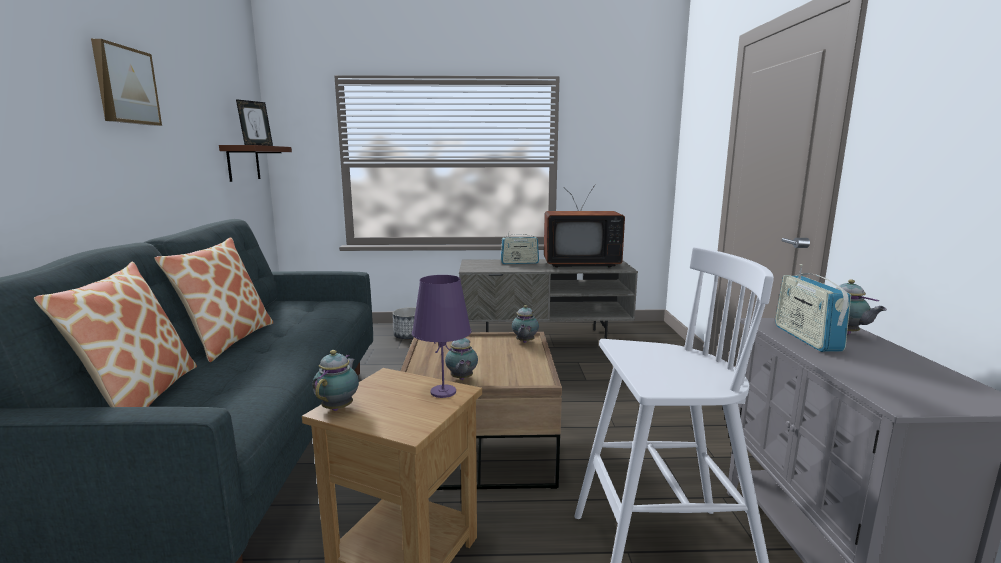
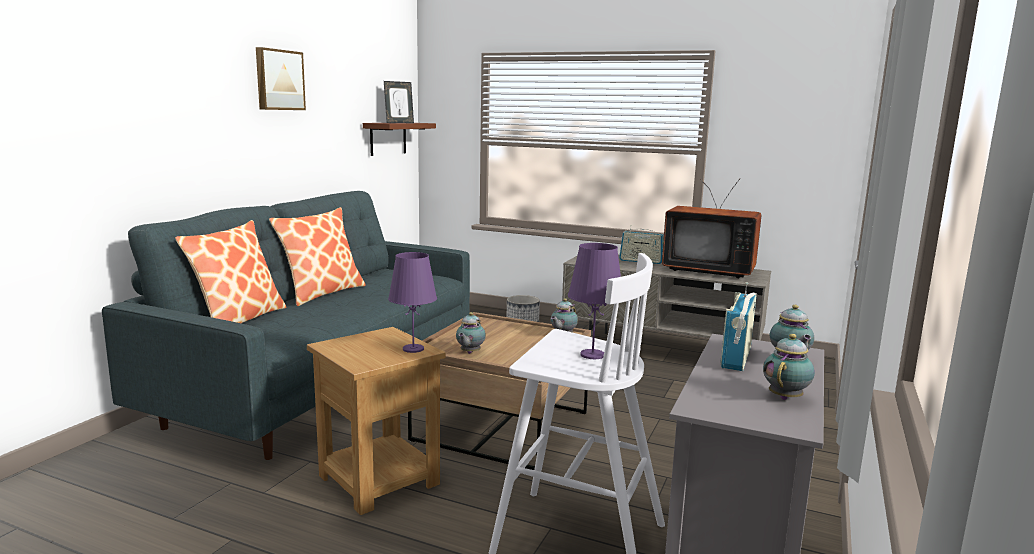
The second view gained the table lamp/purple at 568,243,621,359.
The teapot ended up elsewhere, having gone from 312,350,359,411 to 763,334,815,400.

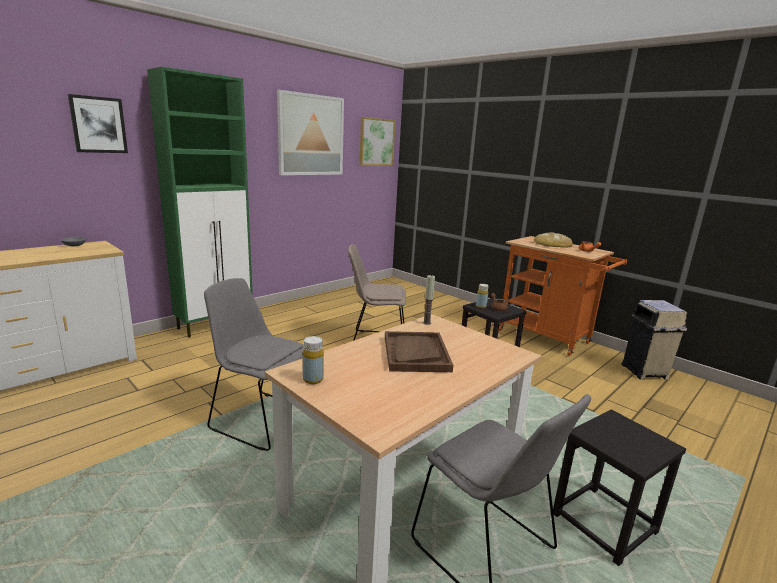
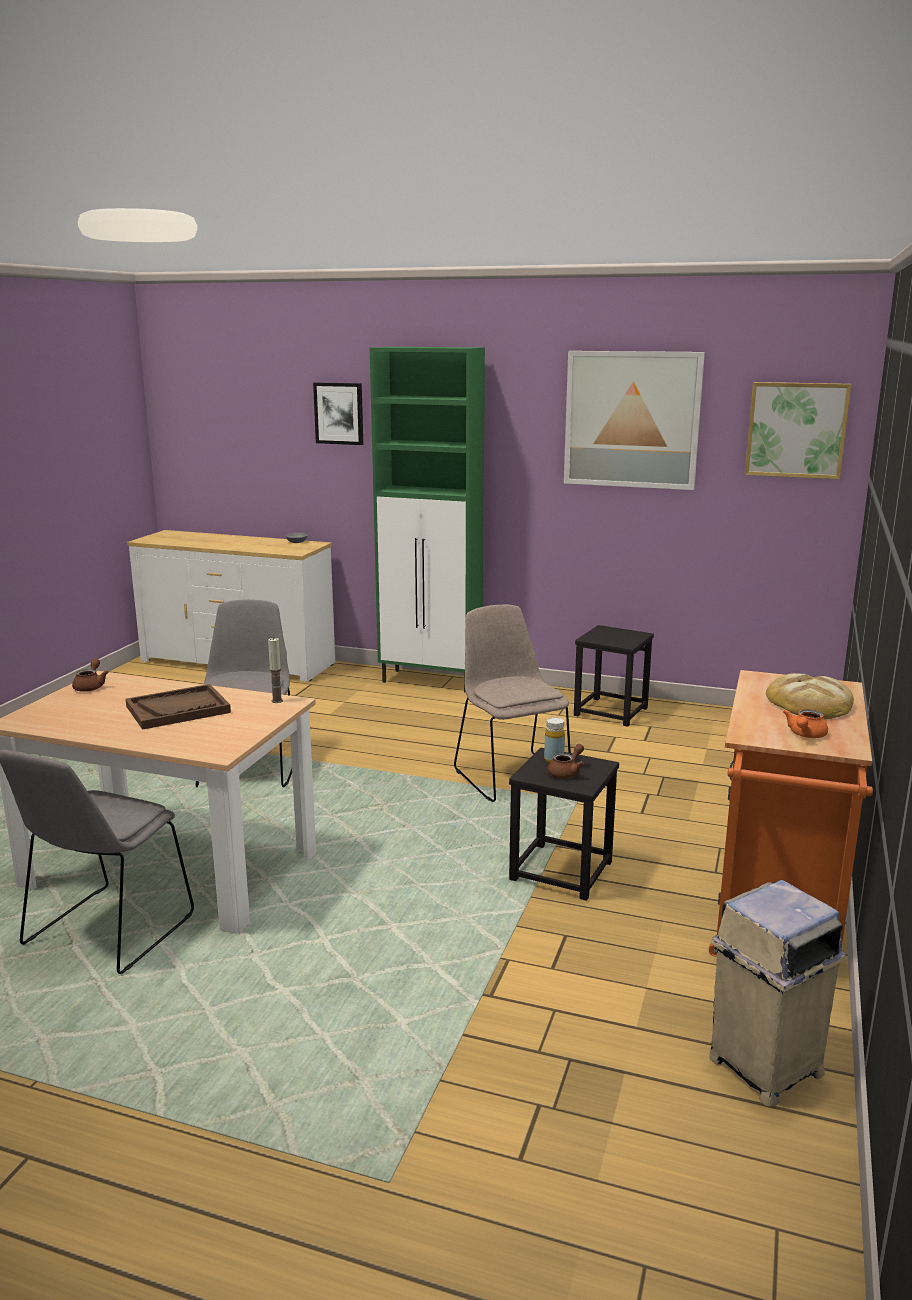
Where the bottle/yellow stood at 303,336,324,384, the teapot/brown came to stand at 72,658,108,692.
The stool/black ended up elsewhere, having gone from 553,409,686,566 to 574,625,654,727.

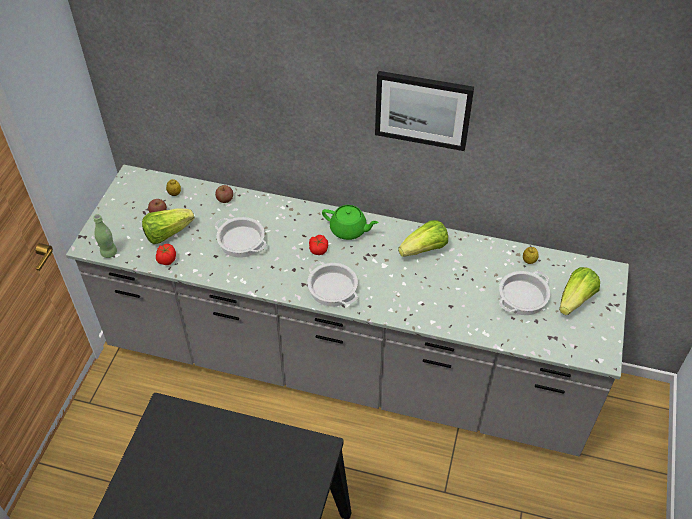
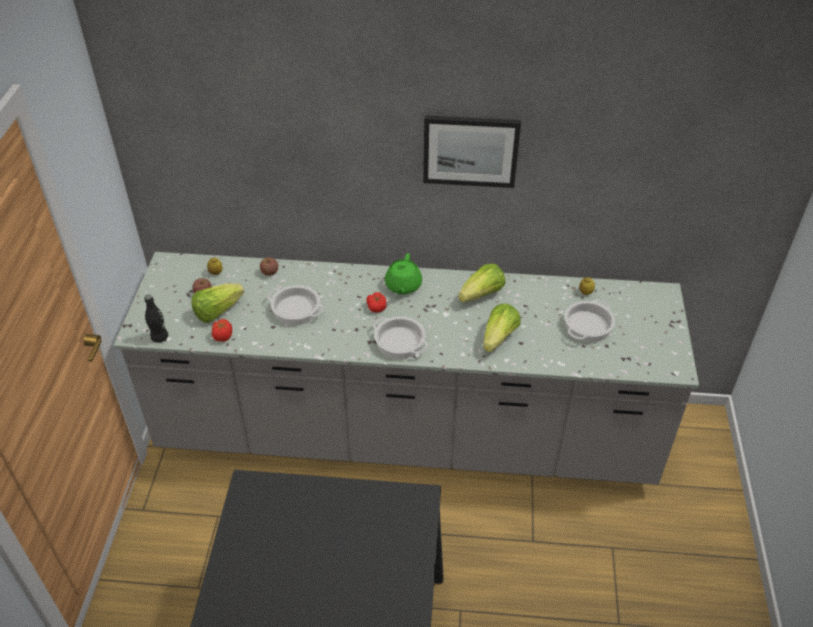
What was the bottle/green at 93,214,117,258 turned into the bottle/black at 144,295,168,343.
The teapot/green at 322,205,379,240 ended up facing another way, 90 degrees clockwise from before.
The lettuce ended up elsewhere, having gone from 559,267,600,315 to 483,304,521,352.

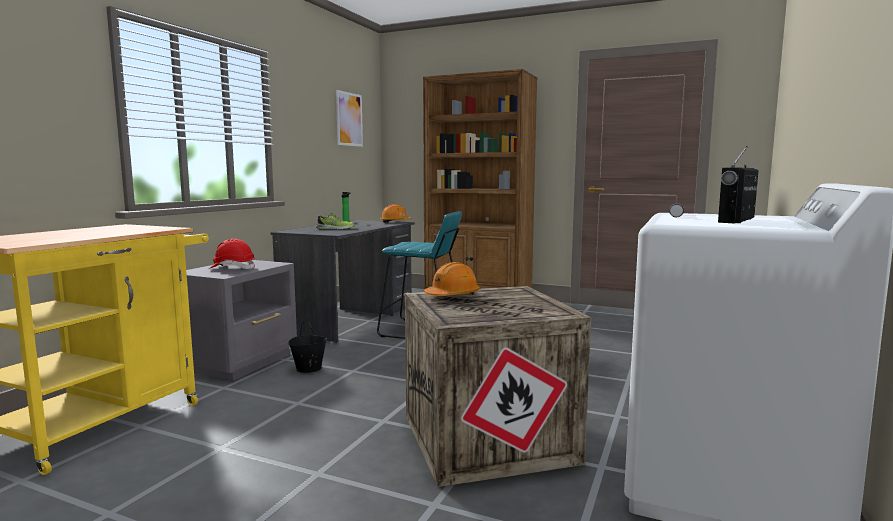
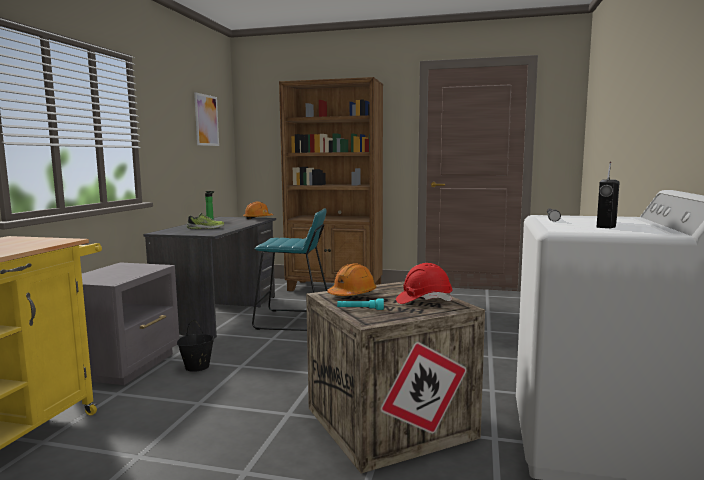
The second view gained the flashlight/turquoise at 337,298,384,310.
The hard hat/red ended up elsewhere, having gone from 209,239,256,269 to 396,263,453,304.

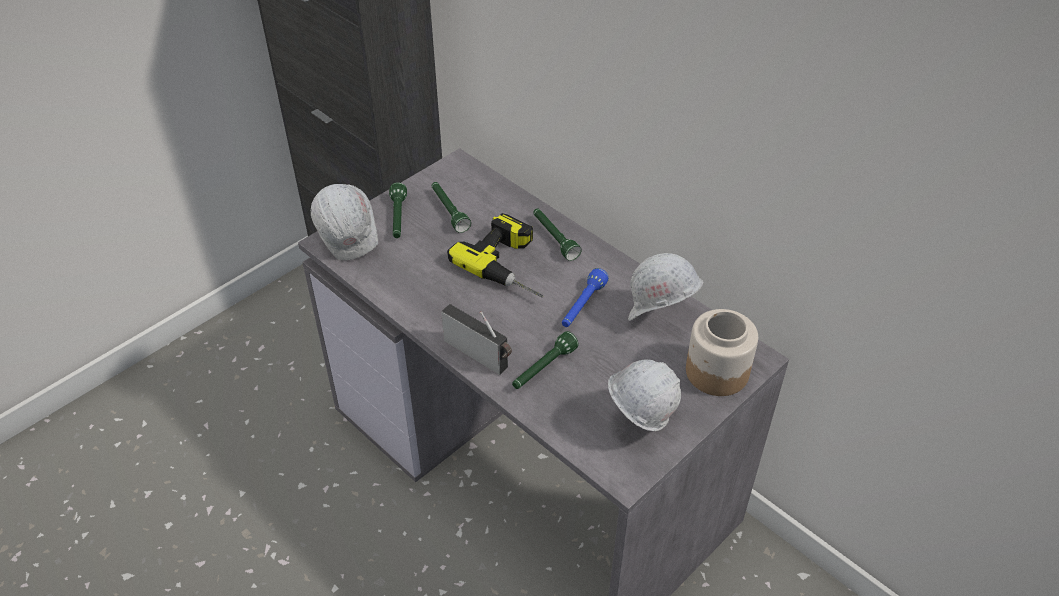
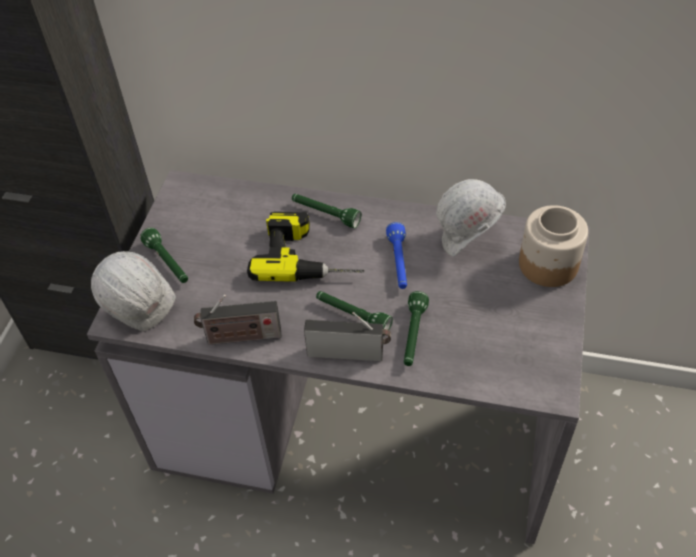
The second view gained the radio at 194,295,281,345.
The flashlight/green ended up elsewhere, having gone from 432,182,471,233 to 316,291,393,330.
The second view lost the hard hat/white at 608,360,681,431.

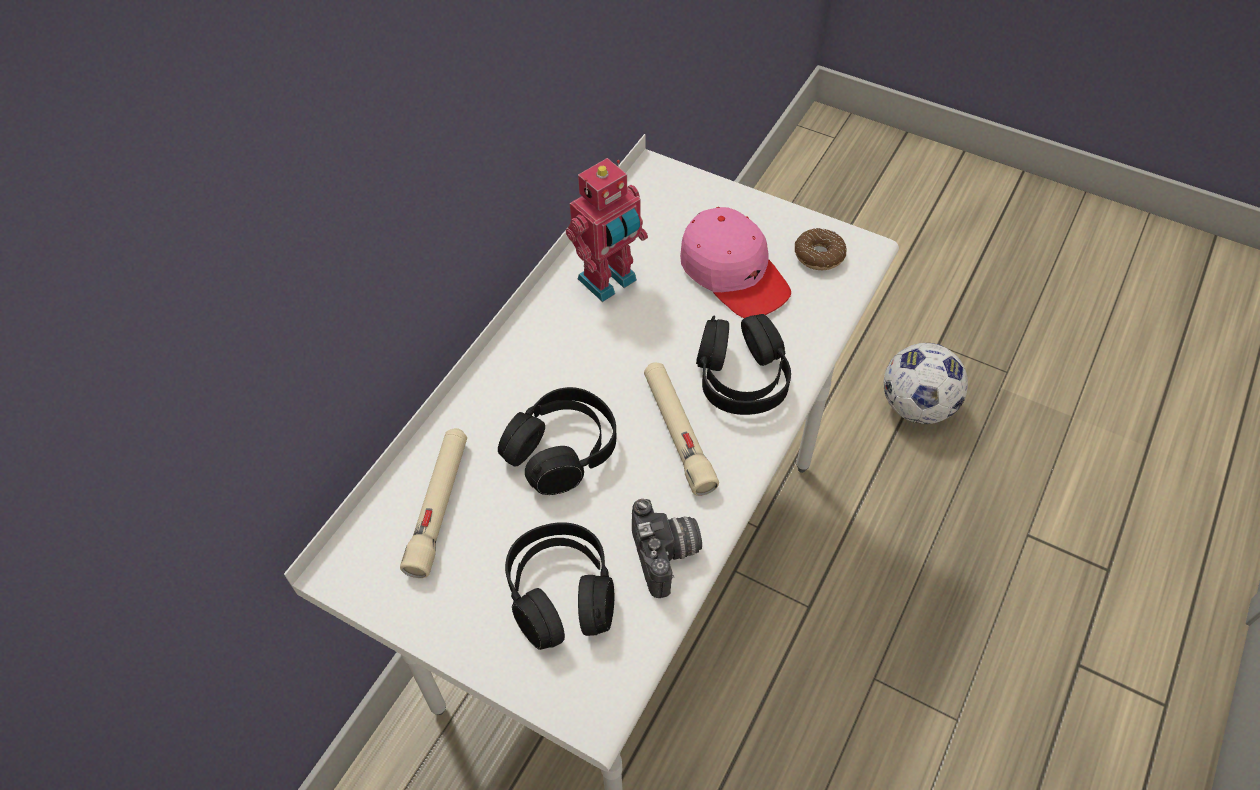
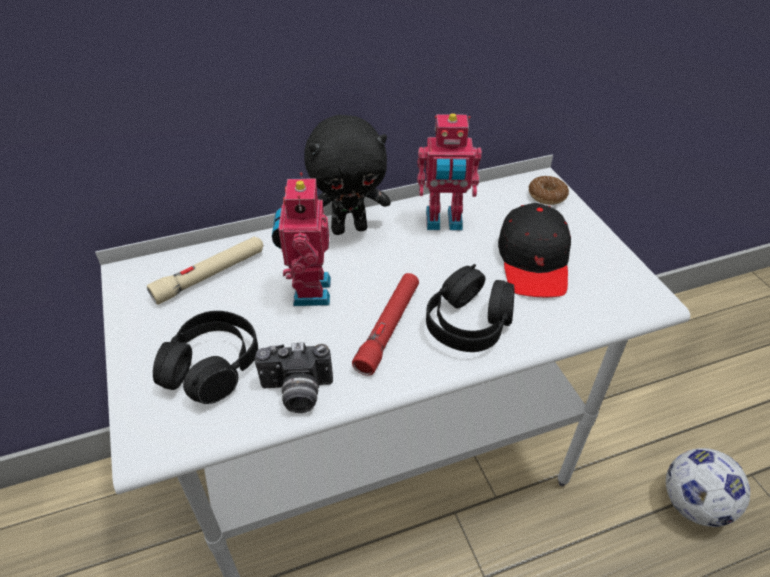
The photo camera at 632,499,702,598 ended up facing another way, 60 degrees clockwise from before.
Where the headphones/black stood at 498,387,616,495, the toy robot came to stand at 272,172,331,306.
The second view gained the plush toy/black at 304,115,391,235.
What was the flashlight/beige at 644,362,719,496 turned into the flashlight/red at 352,273,419,376.
What was the cap/pink at 680,207,791,318 turned into the cap/black at 498,203,571,297.
The donut ended up elsewhere, having gone from 795,228,846,270 to 528,176,569,205.

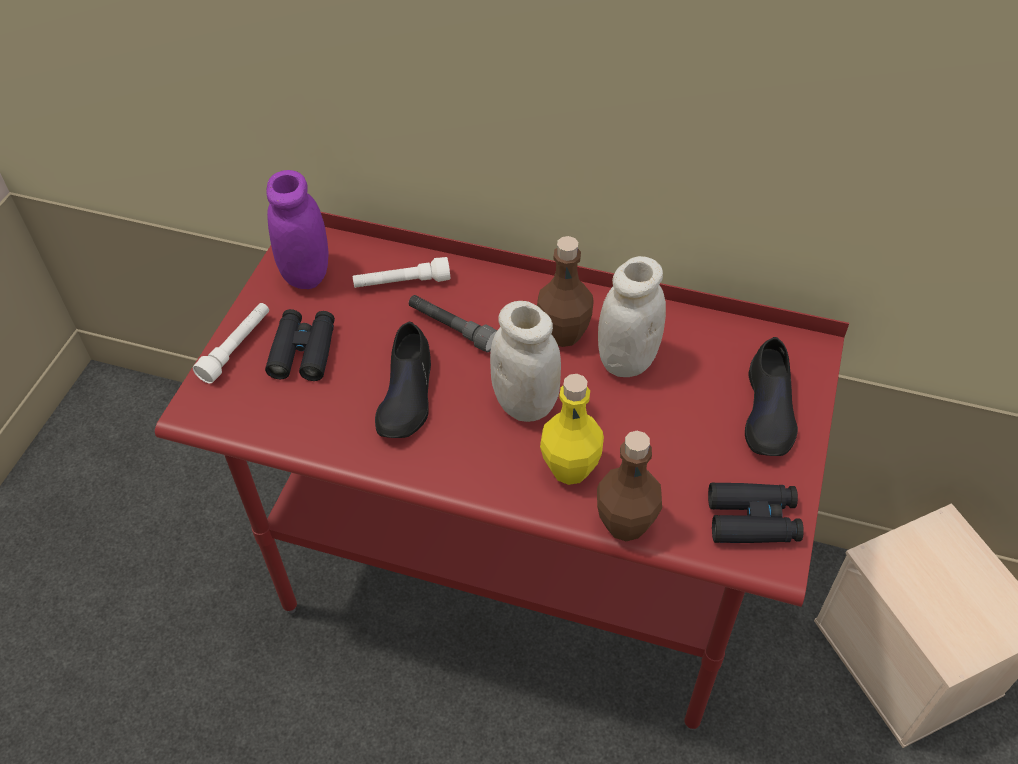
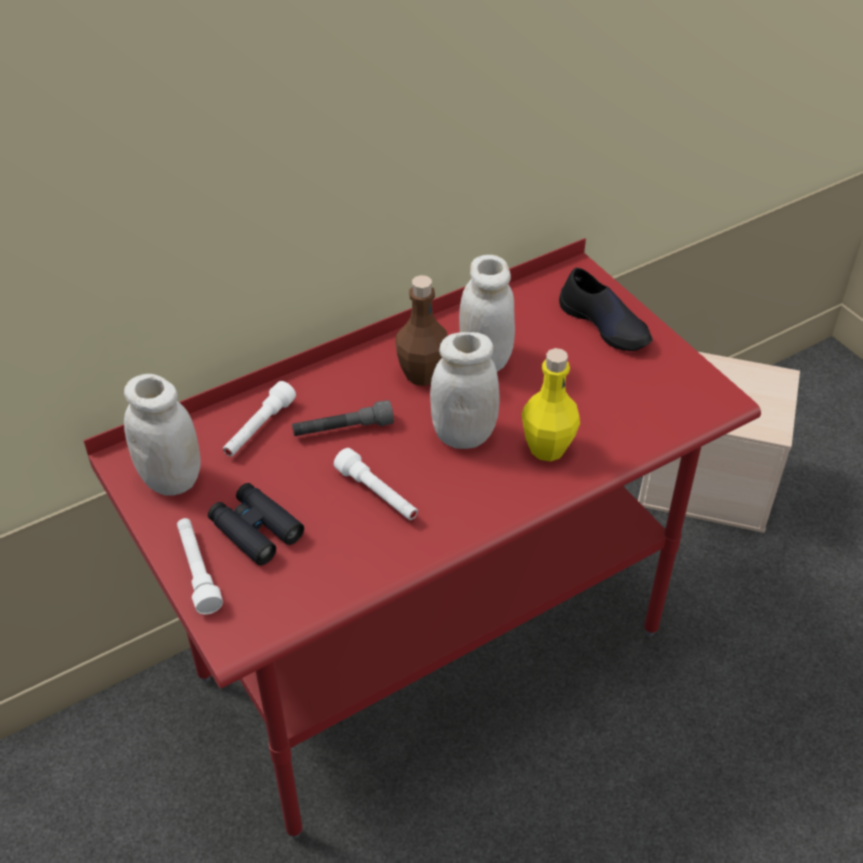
What was the jar/purple at 266,170,329,289 turned into the jar/white at 124,374,201,495.
Where the shoe/black stood at 375,322,431,438, the flashlight/white came to stand at 334,448,418,520.
The second view lost the bottle/brown at 597,431,662,541.
The second view lost the binoculars/black at 708,483,804,543.

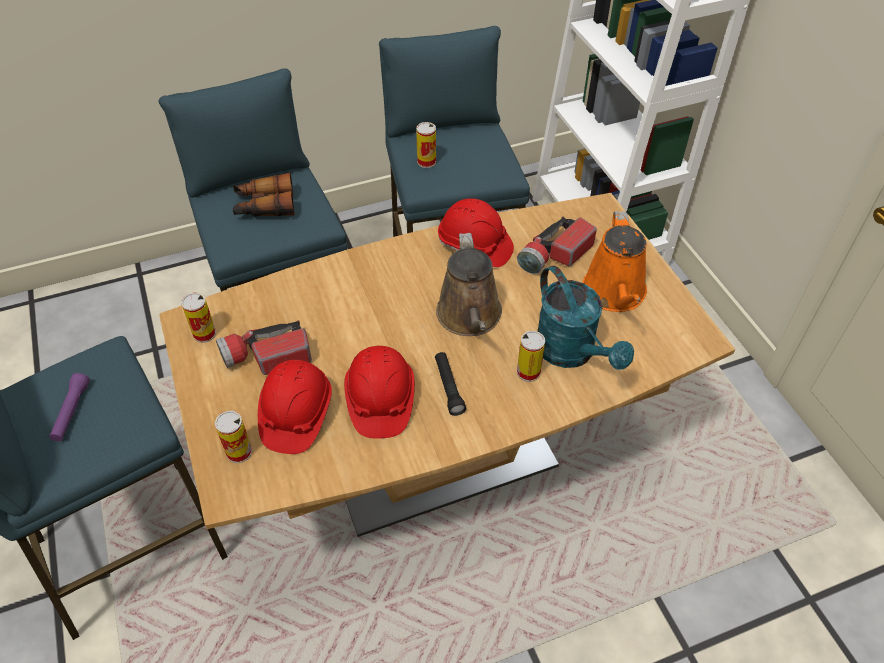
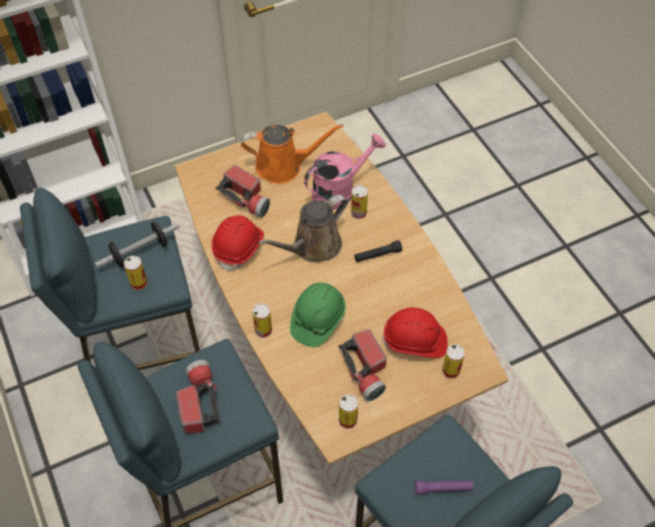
The second view gained the dumbbell at 95,222,180,268.
Where the binoculars stood at 232,173,295,217, the flashlight came to stand at 176,360,220,434.
The second view gained the can at 252,303,272,338.
The watering can/brown at 436,233,502,336 ended up facing another way, 150 degrees clockwise from before.
The second view gained the hard hat/green at 290,283,346,347.
What was the watering can/turquoise at 537,266,634,370 turned into the watering can/pink at 304,133,386,210.
The second view lost the hard hat/red at 344,346,415,438.

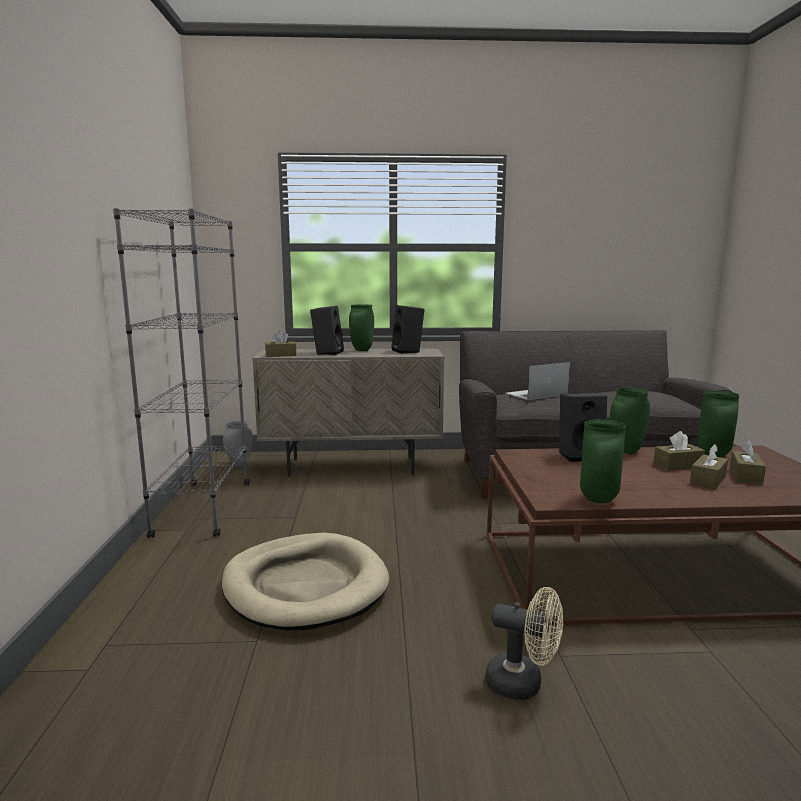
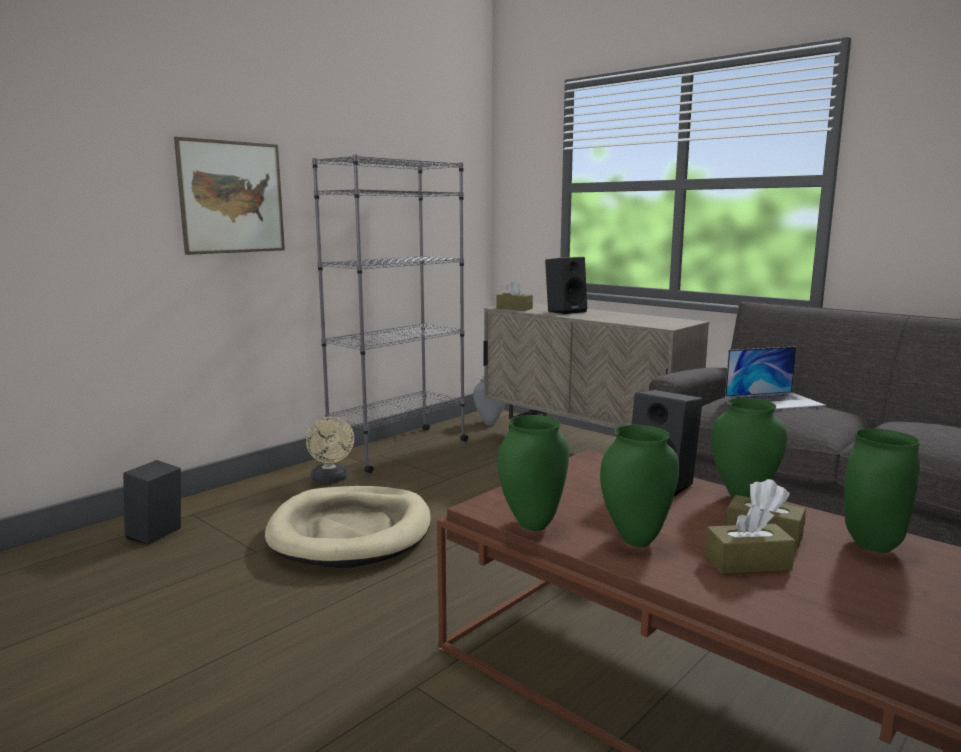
The speaker/black ended up elsewhere, having gone from 391,305,425,354 to 123,460,181,544.
The second view gained the picture at 174,137,285,255.
The fan/beige ended up elsewhere, having gone from 486,587,563,700 to 306,416,354,484.
The vase/green ended up elsewhere, having gone from 349,304,374,351 to 600,425,679,547.
The laptop at 505,362,570,400 ended up facing another way, 150 degrees clockwise from before.
The second view lost the tissue box/brown at 730,440,766,485.

